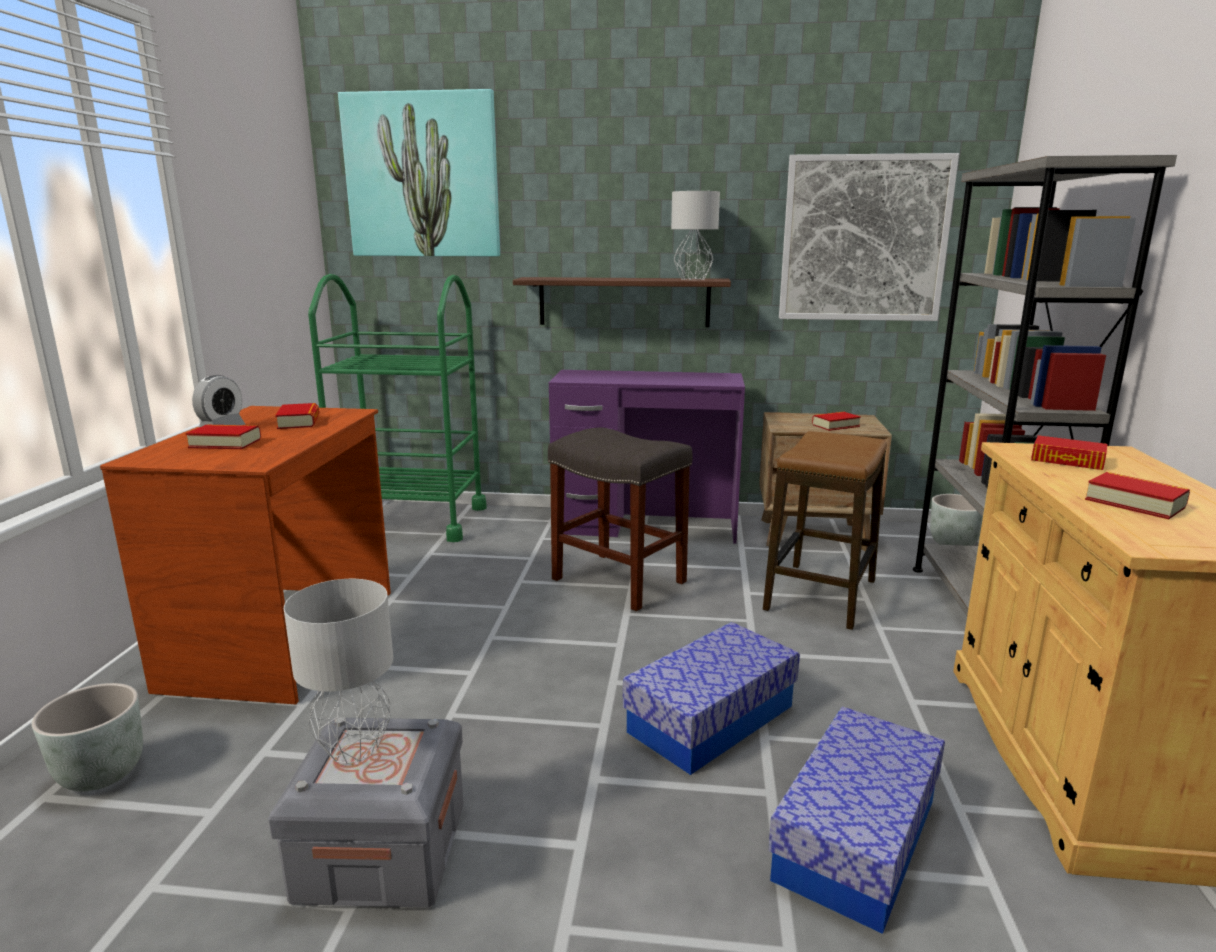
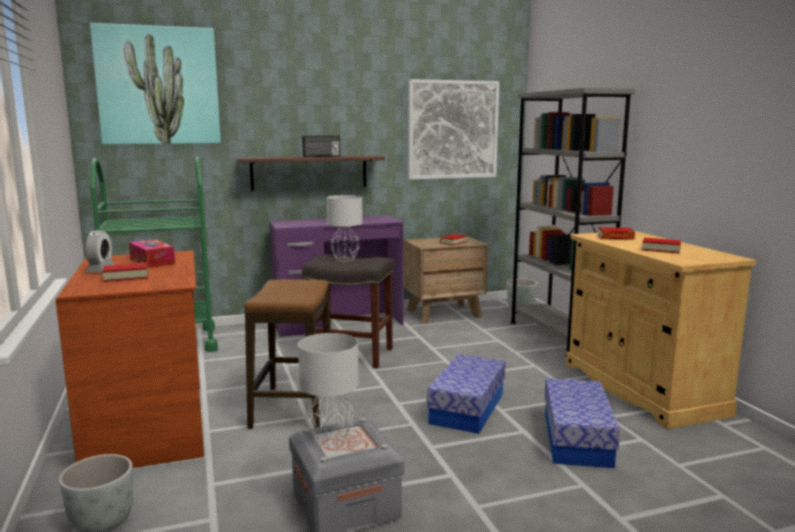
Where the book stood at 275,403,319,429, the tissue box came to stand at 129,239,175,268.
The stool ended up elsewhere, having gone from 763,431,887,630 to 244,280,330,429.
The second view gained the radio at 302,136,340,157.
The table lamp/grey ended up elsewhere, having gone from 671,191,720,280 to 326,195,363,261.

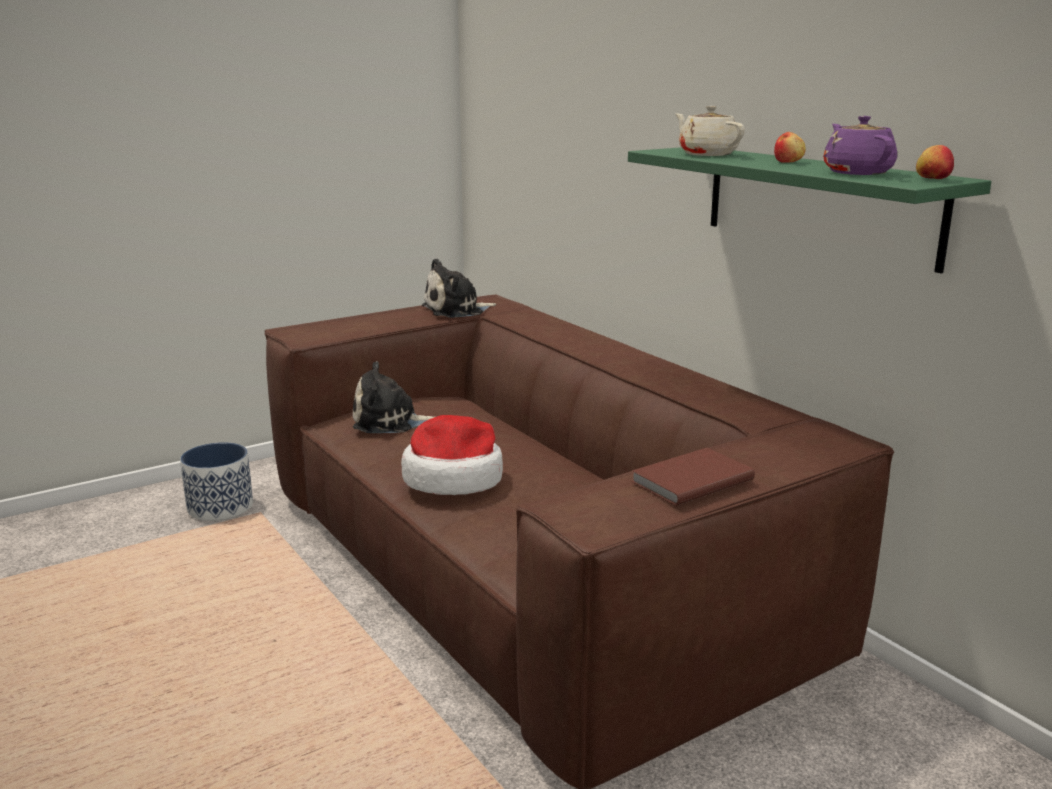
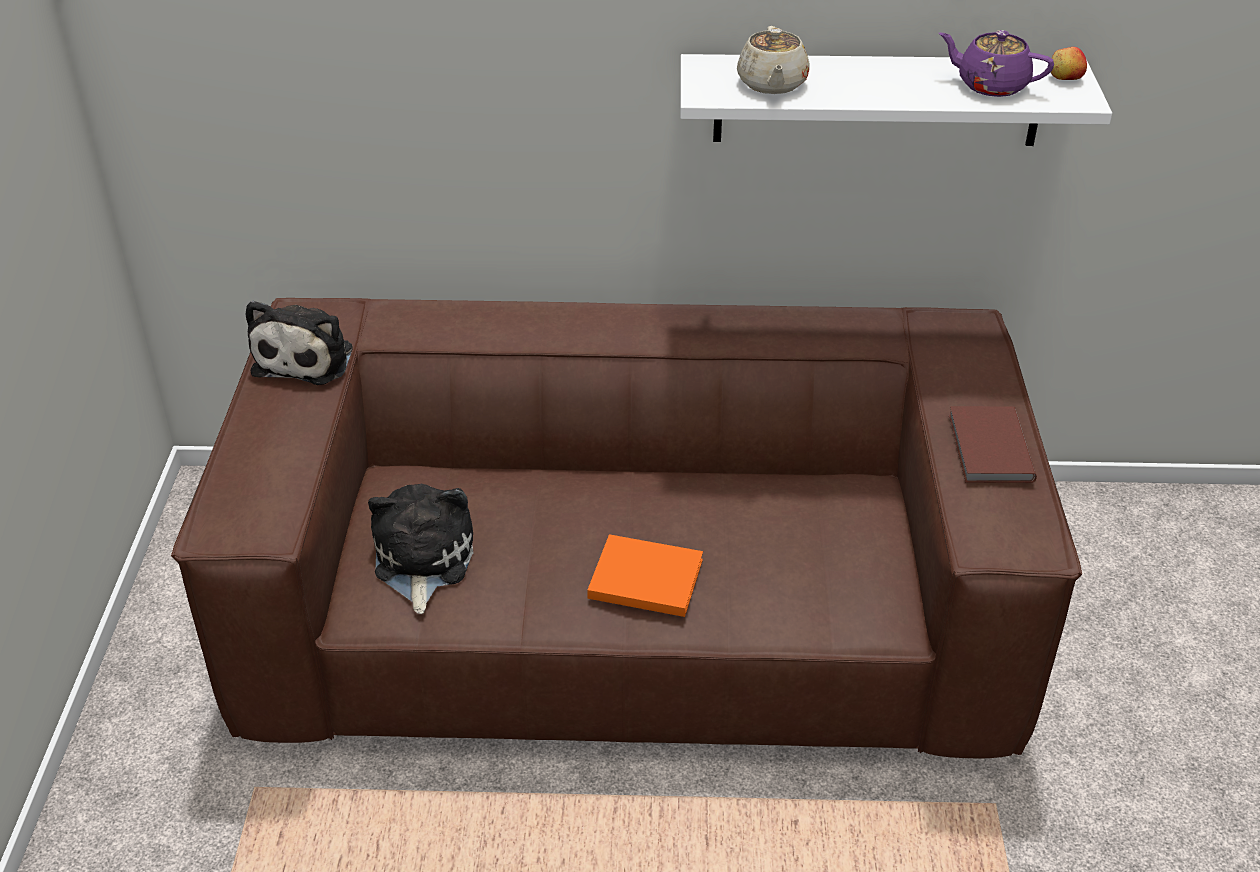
The plush toy at 353,361,434,433 ended up facing another way, 150 degrees clockwise from before.
Where the hat stood at 401,415,503,495, the book/orange came to stand at 587,534,703,617.
What was the shelf/green at 628,147,991,273 turned into the shelf/white at 680,54,1112,146.
The teapot/beige at 675,106,745,156 ended up facing another way, 90 degrees counterclockwise from before.
The second view lost the planter at 180,442,253,521.
The second view lost the apple at 774,132,806,163.

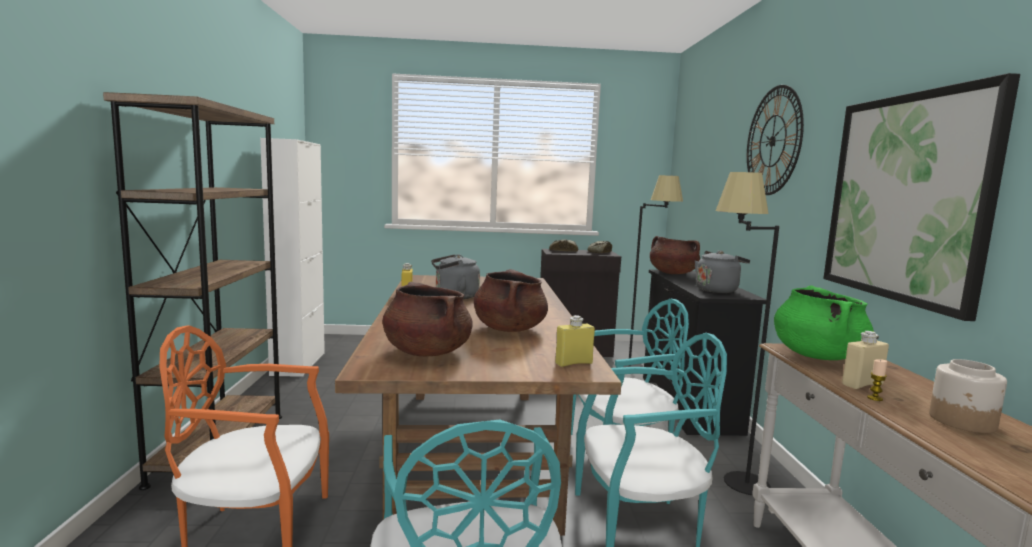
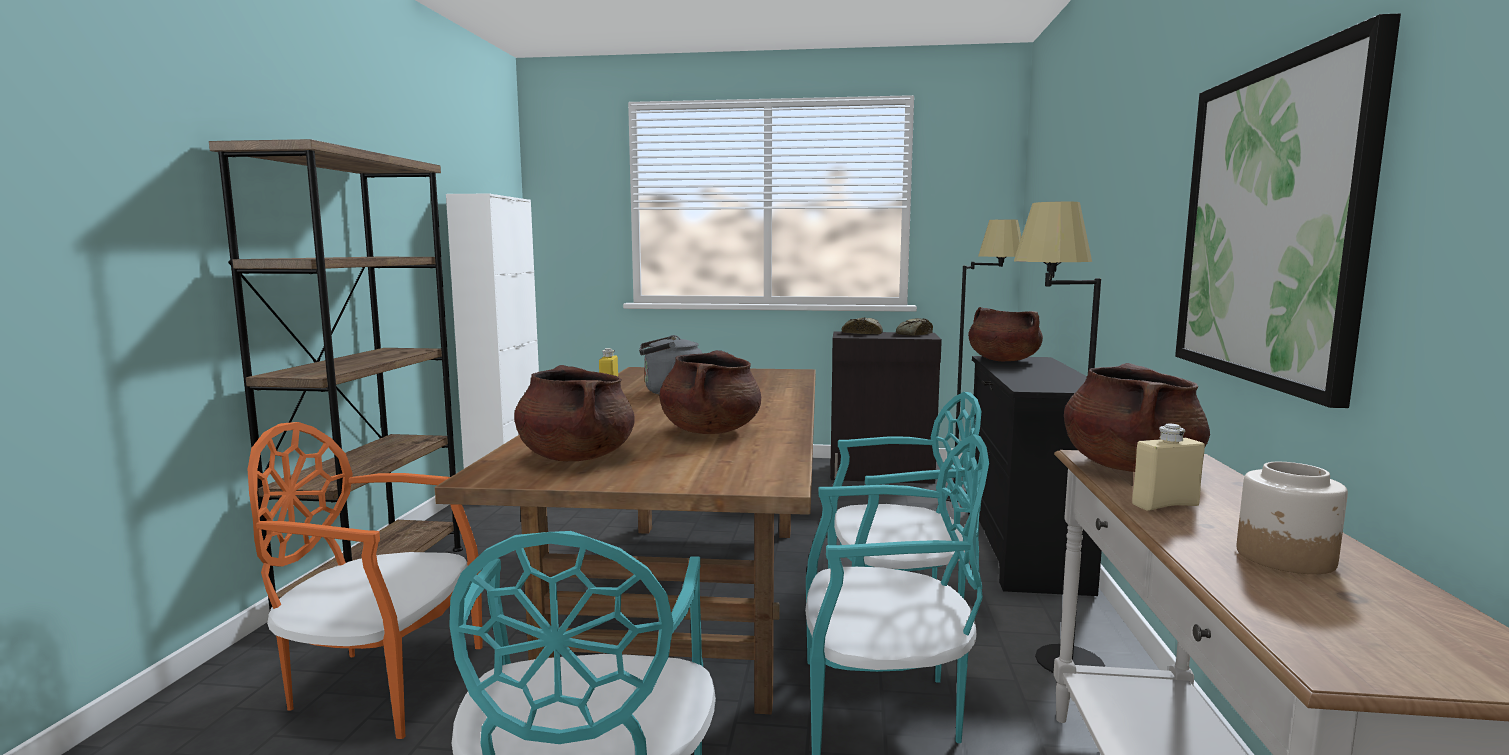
What was the cooking pot/green at 774,285,874,360 turned into the cooking pot/brown at 1064,363,1210,472.
The second view lost the bottle/yellow at 555,315,595,367.
The second view lost the kettle/grey at 695,251,750,293.
The second view lost the wall clock at 747,85,804,195.
The second view lost the candle at 867,359,887,401.

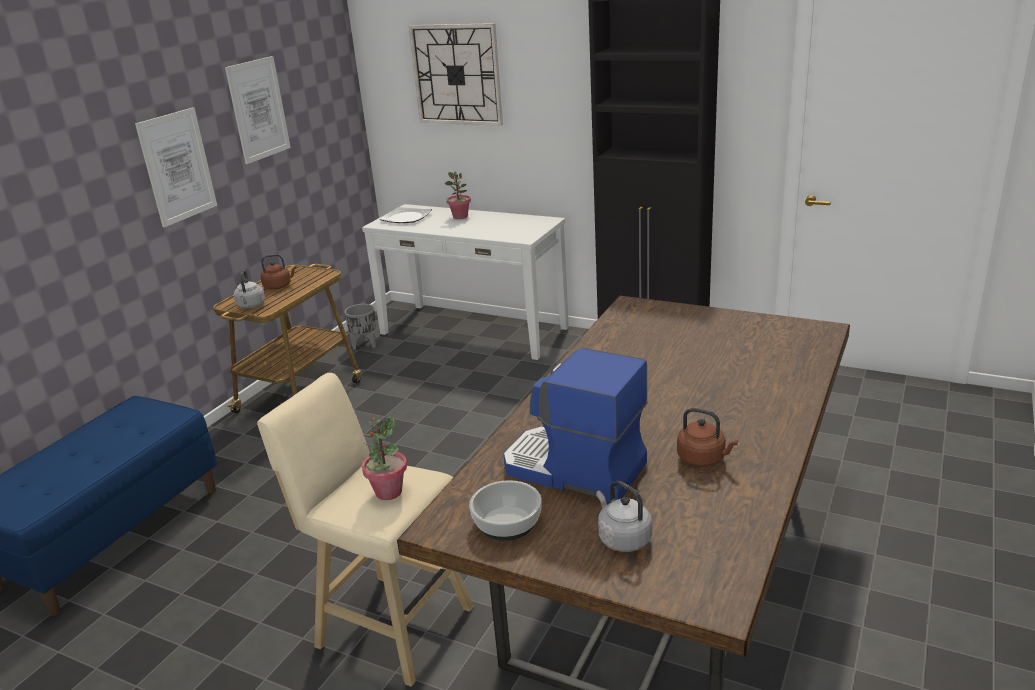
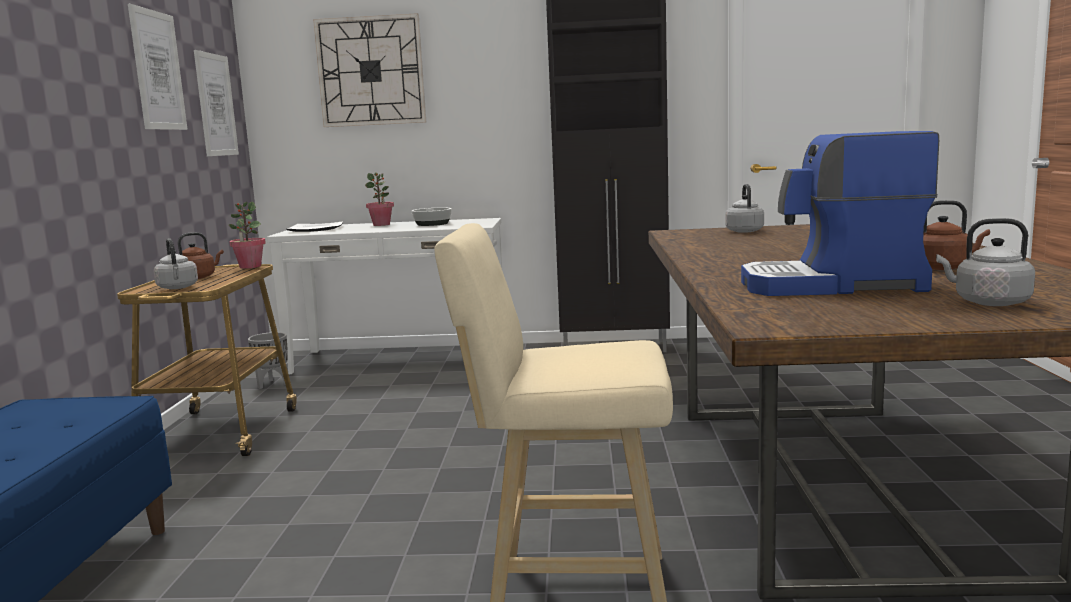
The picture ended up elsewhere, having gone from 135,108,217,227 to 194,50,239,156.
The potted plant ended up elsewhere, having gone from 362,417,407,500 to 229,202,266,269.
The bowl ended up elsewhere, having gone from 469,480,542,541 to 412,208,452,226.
The second view gained the kettle/grey at 726,184,764,233.

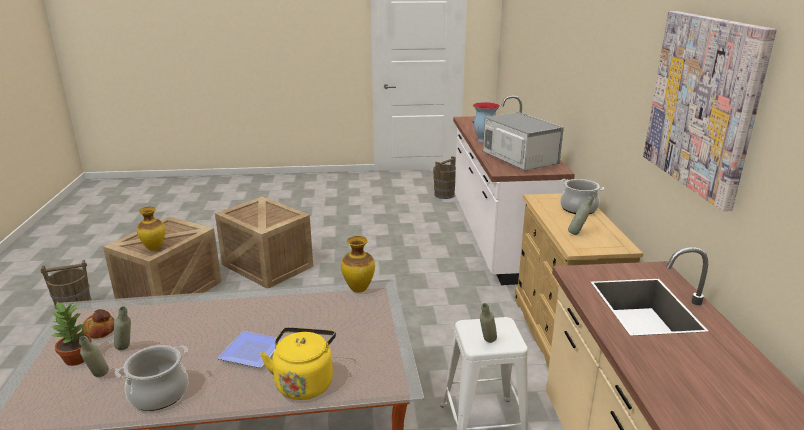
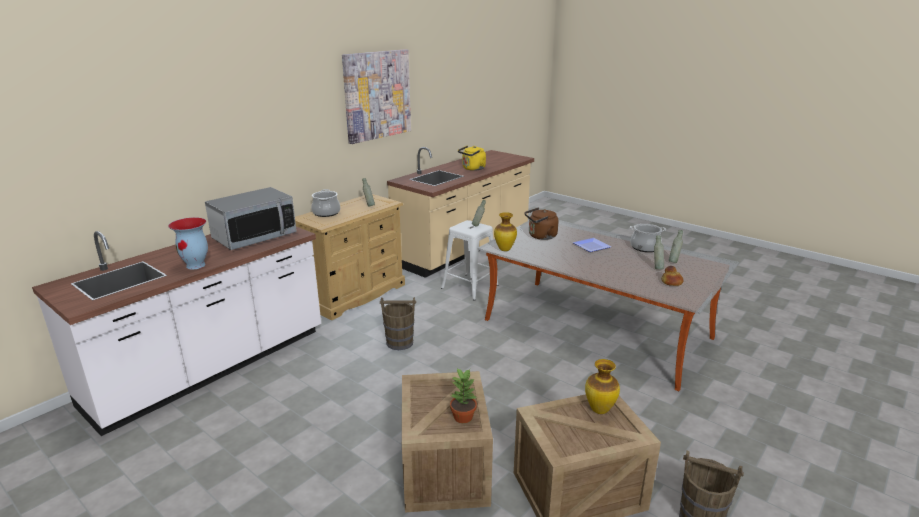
The microwave at 483,112,564,171 ended up facing another way, 150 degrees counterclockwise from before.
The bucket/brown ended up elsewhere, having gone from 433,156,456,199 to 380,297,416,350.
The potted plant ended up elsewhere, having gone from 51,302,92,366 to 450,368,477,423.
The kettle/yellow ended up elsewhere, having gone from 260,327,336,400 to 458,146,486,171.
The second view gained the kettle/brown at 524,207,559,240.

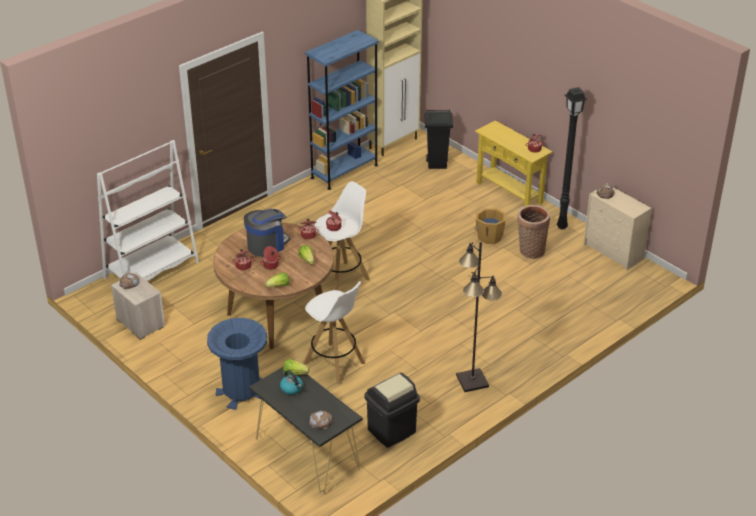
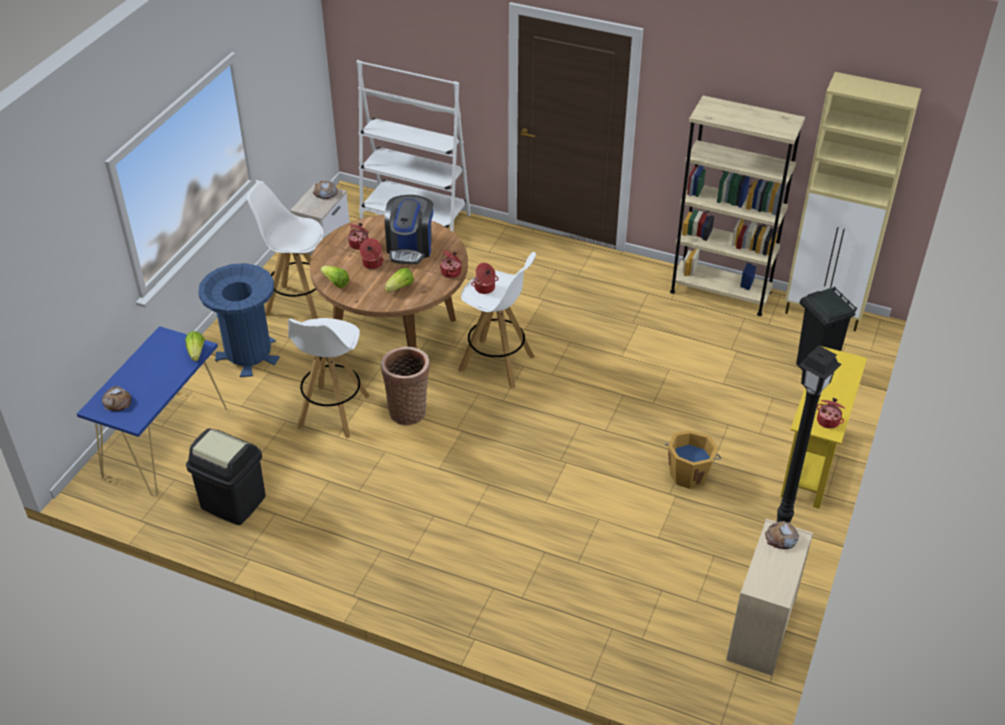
What was the console table/black at 249,367,363,495 turned into the console table/blue at 77,326,227,496.
The second view gained the stool/white at 246,182,324,319.
The basket ended up elsewhere, having gone from 517,205,550,259 to 381,347,430,426.
The coffee machine at 244,209,290,257 ended up facing another way, 75 degrees clockwise from before.
What was the bookcase/blue at 305,30,379,190 turned into the bookcase/beige at 670,95,805,316.
The second view lost the kettle at 280,370,303,395.
The second view lost the floor lamp/black at 456,242,502,392.

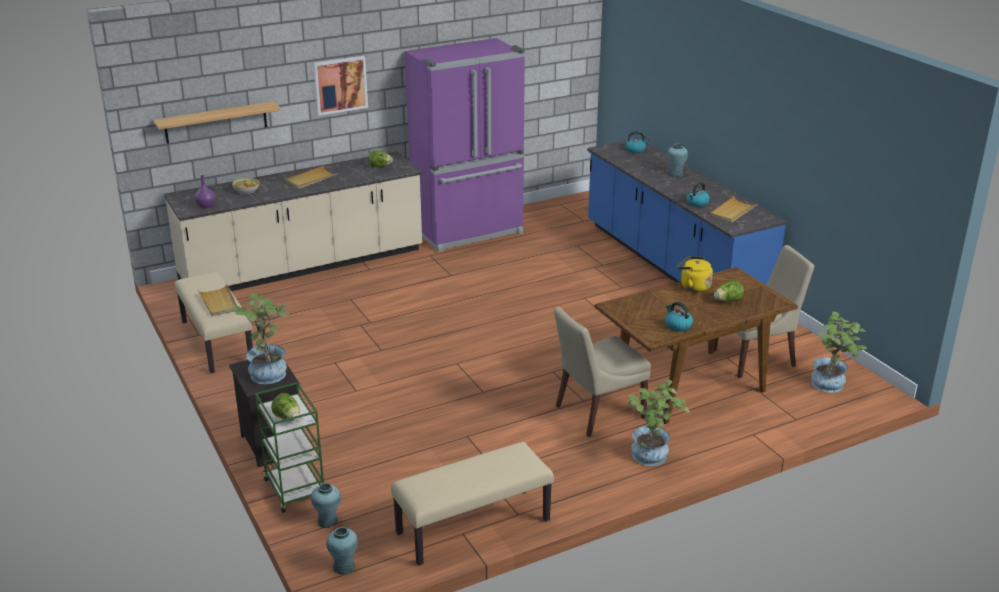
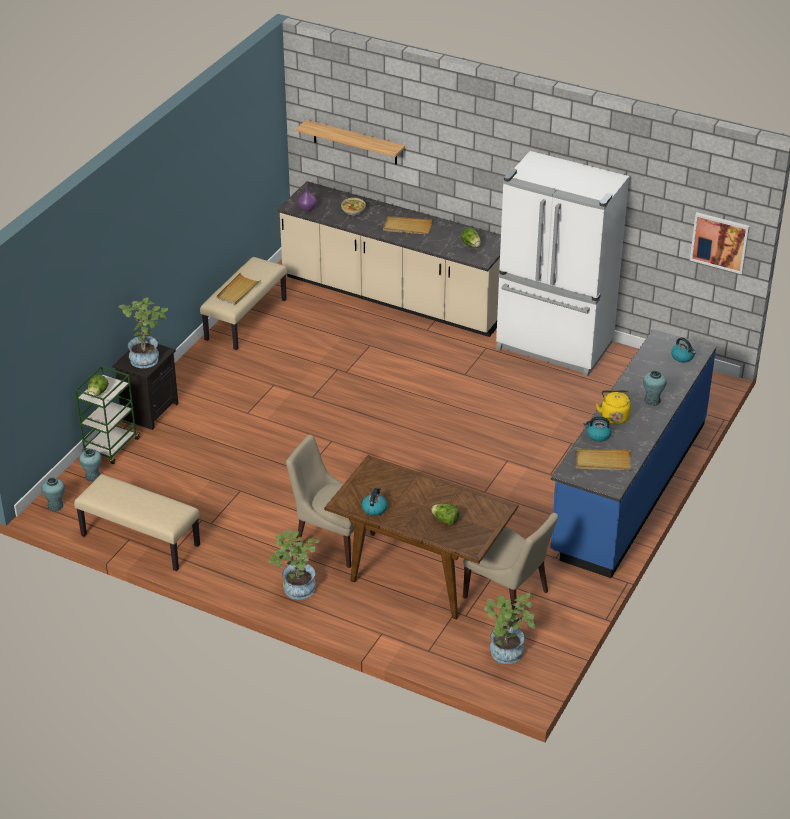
What was the fridge/purple at 405,38,525,252 turned into the fridge/white at 496,151,629,377.
The kettle/yellow ended up elsewhere, having gone from 677,256,713,292 to 596,390,631,424.
The picture ended up elsewhere, having gone from 313,56,368,116 to 690,212,750,274.

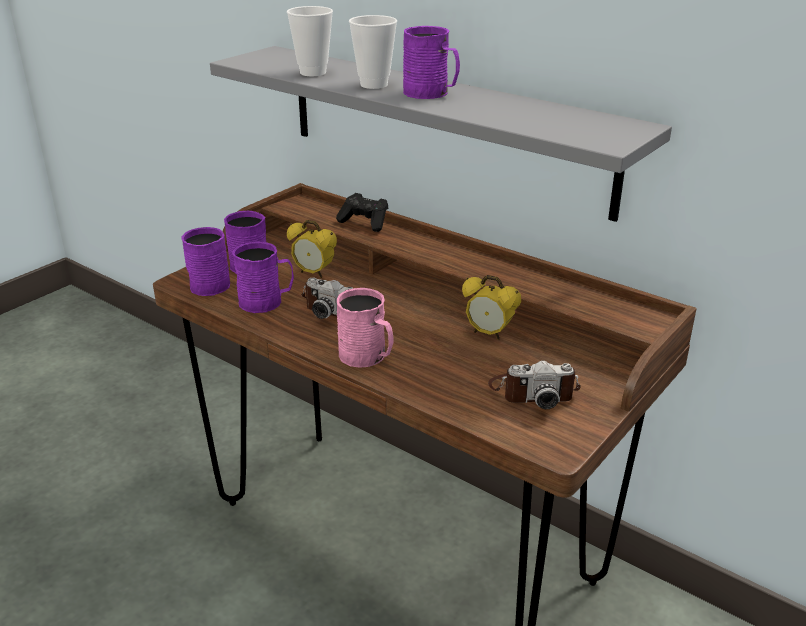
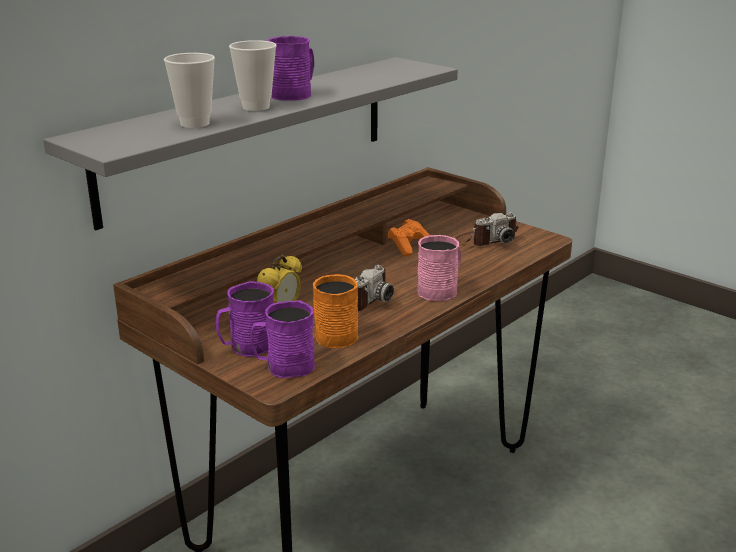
What was the mug/purple at 232,242,294,313 turned into the mug/orange at 313,274,358,348.
Where the alarm clock stood at 462,275,521,340, the game controller/orange came to stand at 387,219,430,256.
The photo camera at 488,361,581,409 ended up facing another way, 60 degrees clockwise from before.
The second view lost the game controller/black at 336,193,388,232.

